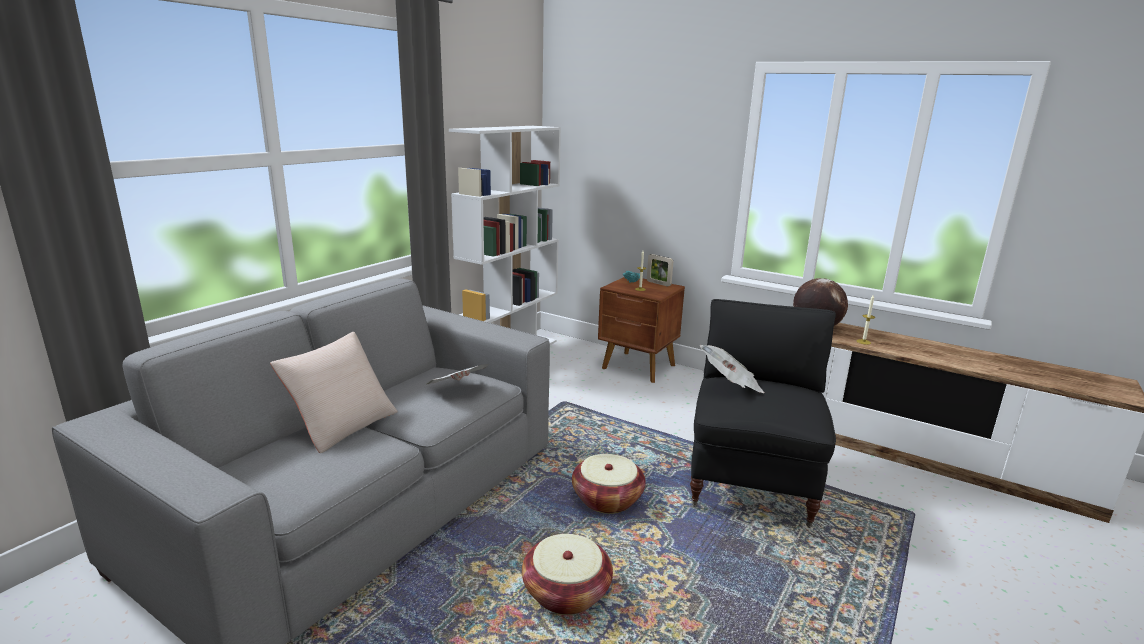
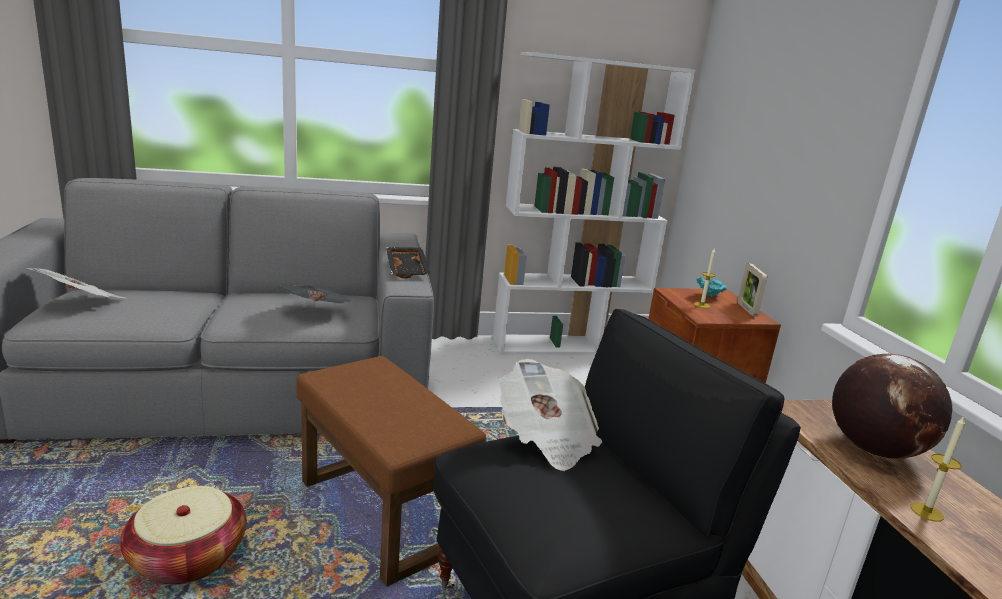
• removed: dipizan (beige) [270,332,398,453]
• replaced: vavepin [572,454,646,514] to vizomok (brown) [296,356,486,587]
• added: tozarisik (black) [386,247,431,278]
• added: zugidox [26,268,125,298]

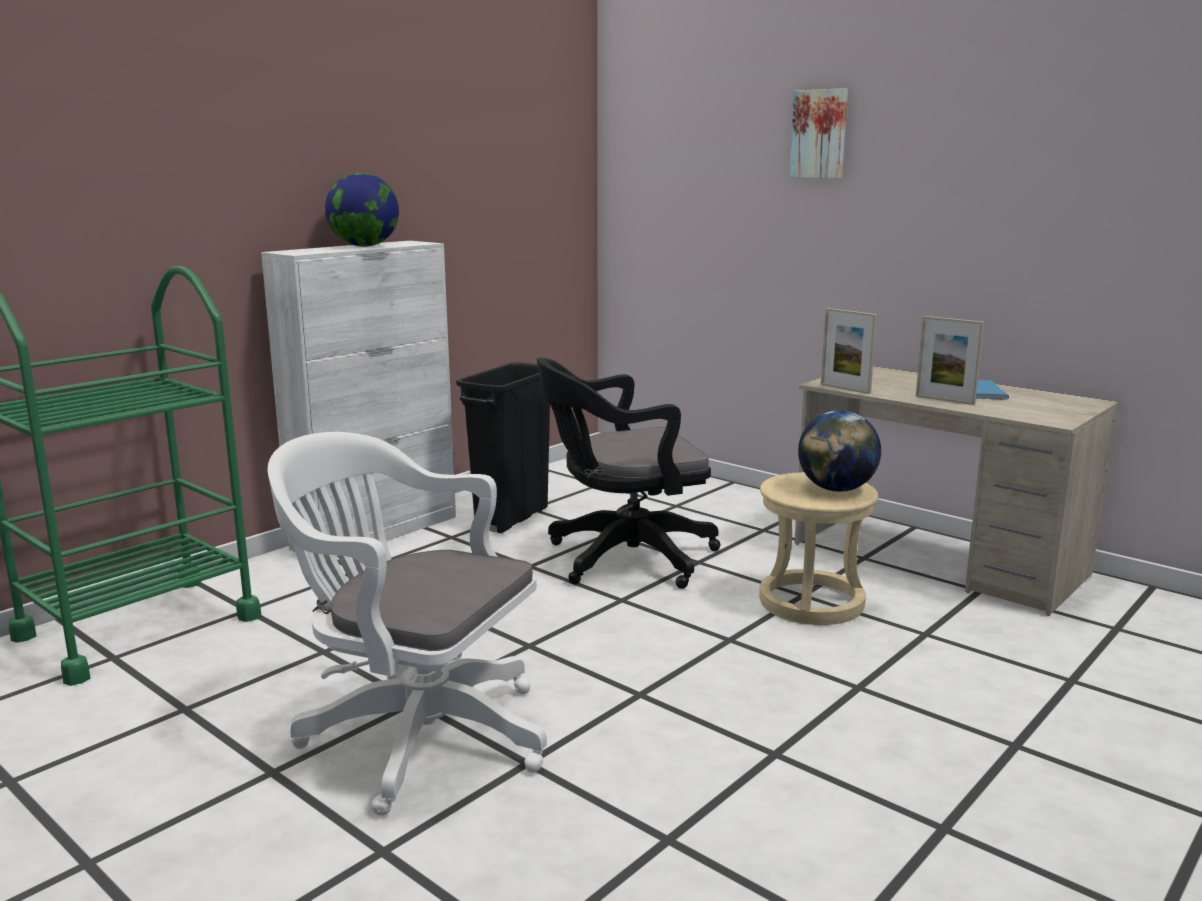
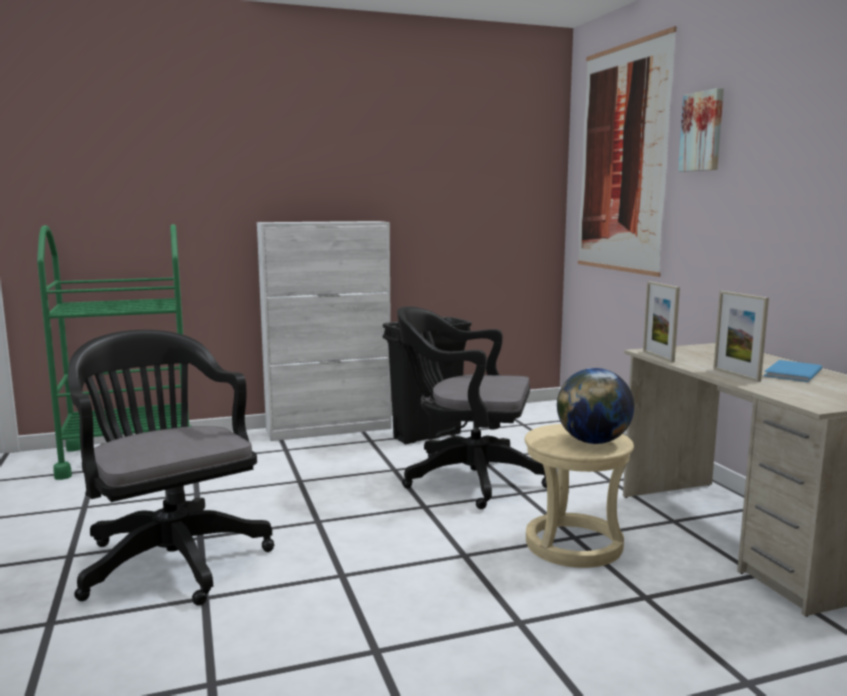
• removed: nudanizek [325,173,399,247]
• recoloured: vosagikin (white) [267,432,547,816] to vosagikin (black) [68,330,274,606]
• added: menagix [578,26,677,277]

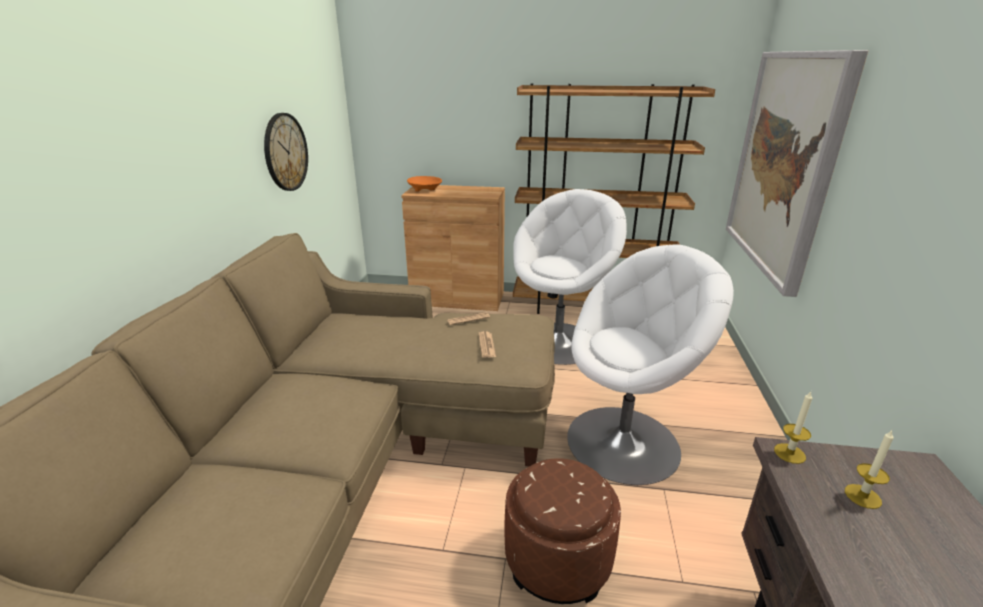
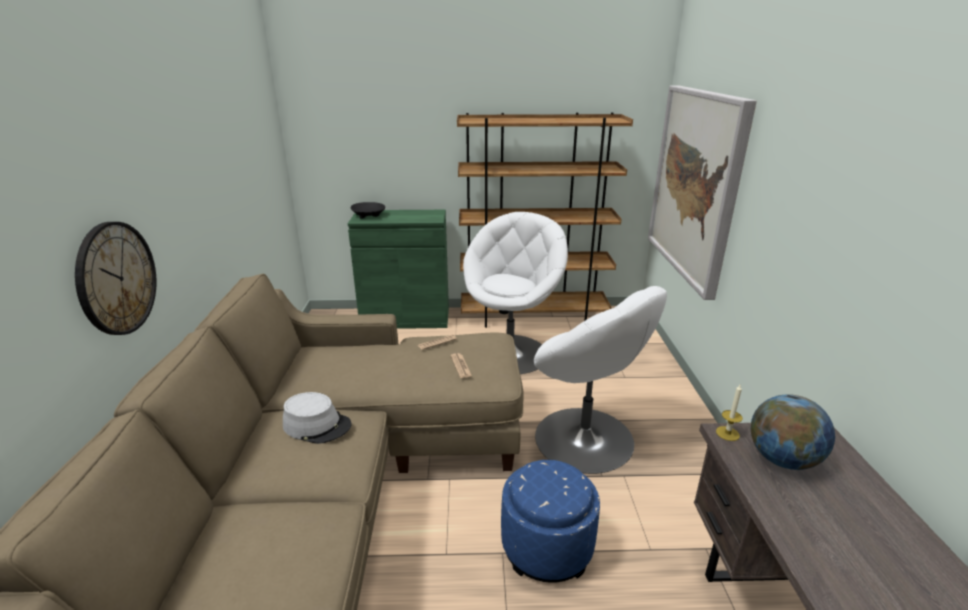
• moved: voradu [264,113,308,191] to [75,222,157,335]
• recoloured: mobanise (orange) [407,176,442,191] to mobanise (black) [351,202,385,219]
• recoloured: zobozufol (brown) [401,185,505,311] to zobozufol (green) [348,210,449,329]
• turned: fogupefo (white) [567,244,734,485] = [534,286,667,474] 75 degrees clockwise
• replaced: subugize [845,431,894,509] to nudanizek [750,394,835,470]
• recoloured: vizomok (brown) [505,458,621,604] to vizomok (blue) [501,460,600,583]
• added: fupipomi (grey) [283,392,352,444]

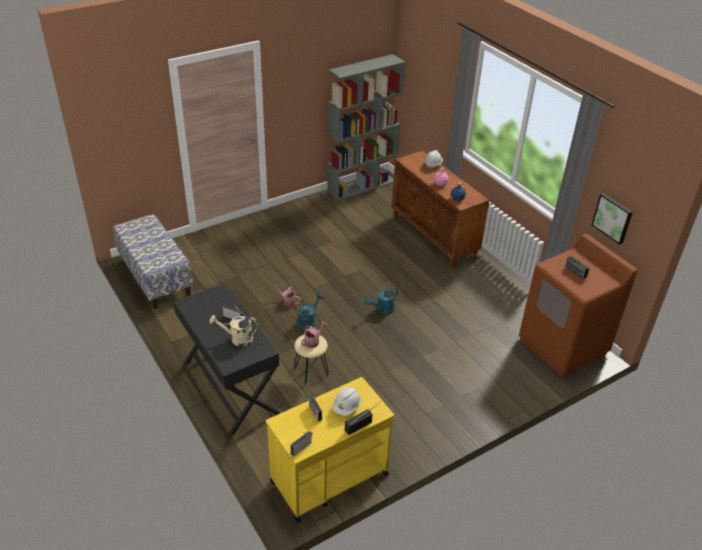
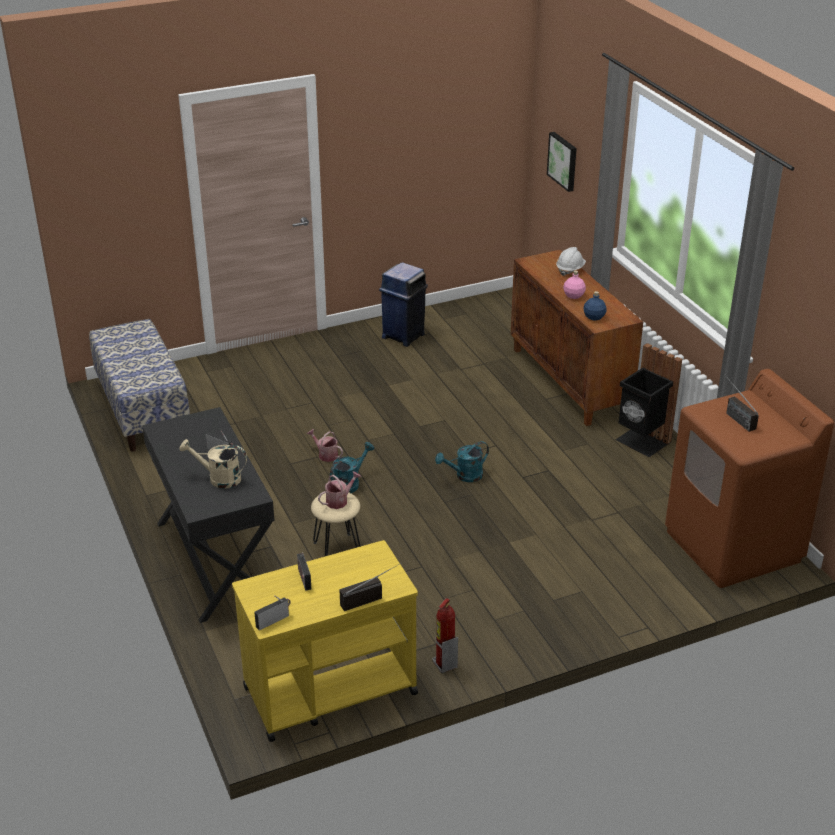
• removed: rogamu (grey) [327,54,405,201]
• moved: menagix [592,193,633,245] to [547,132,577,192]
• removed: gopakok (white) [332,387,361,415]
• added: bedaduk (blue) [379,262,428,347]
• added: bedaduk (black) [615,343,682,457]
• added: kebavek [433,598,458,673]

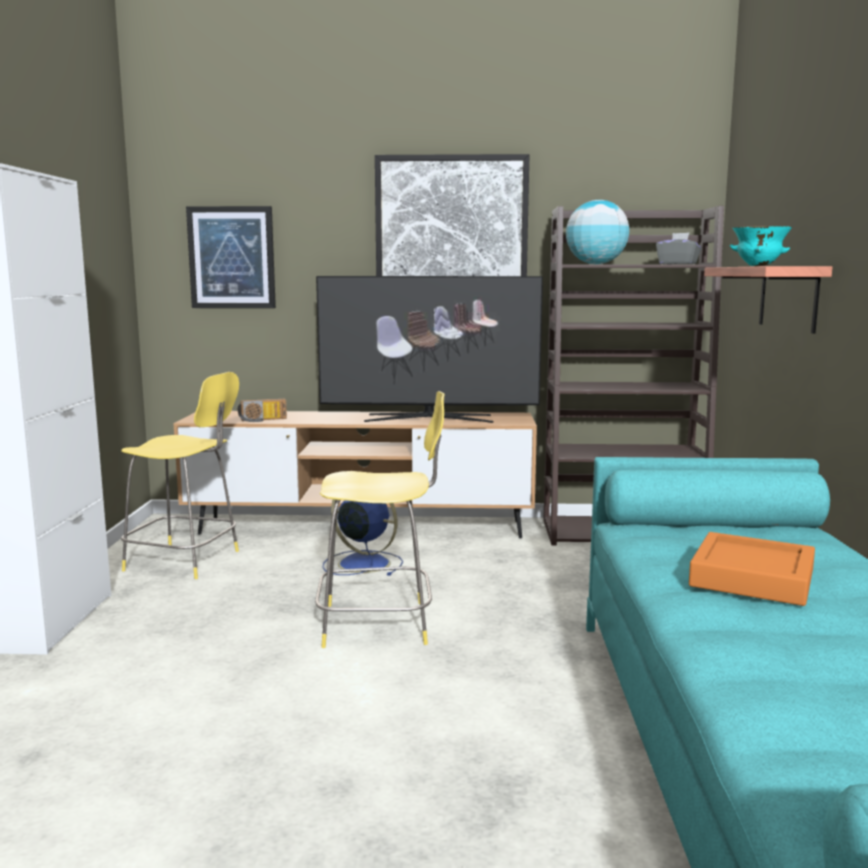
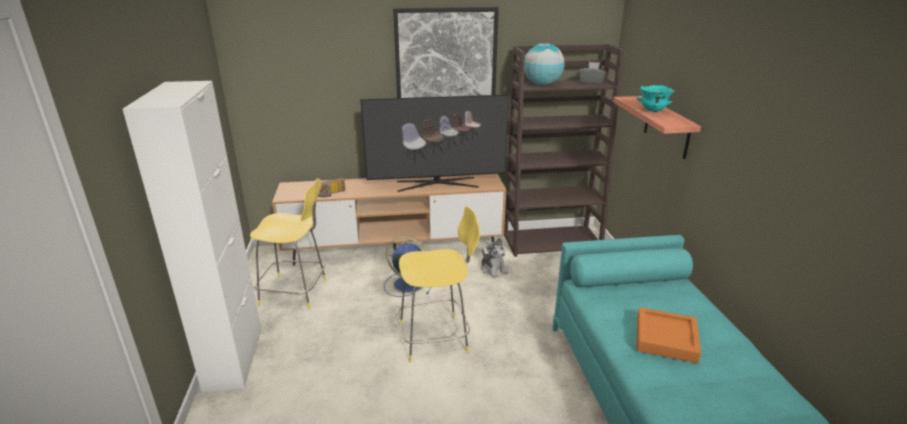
• removed: menagix [186,206,276,308]
• added: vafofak [481,238,508,278]

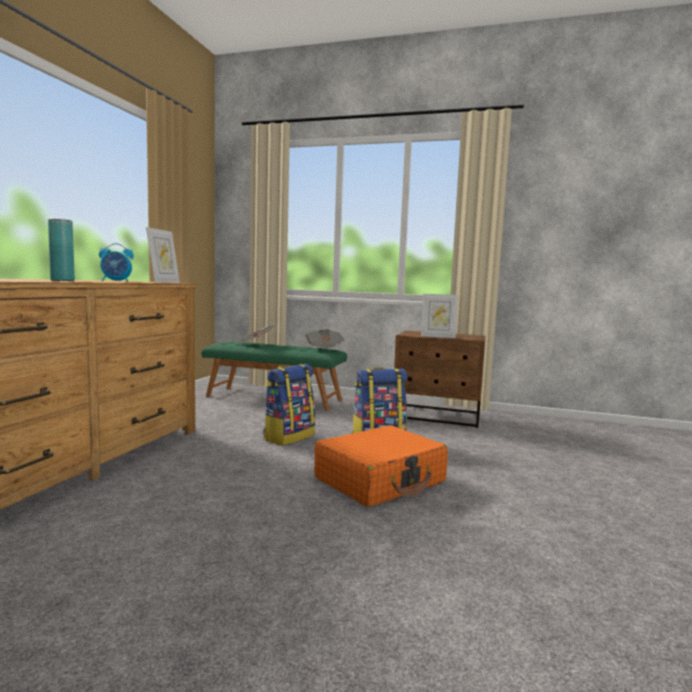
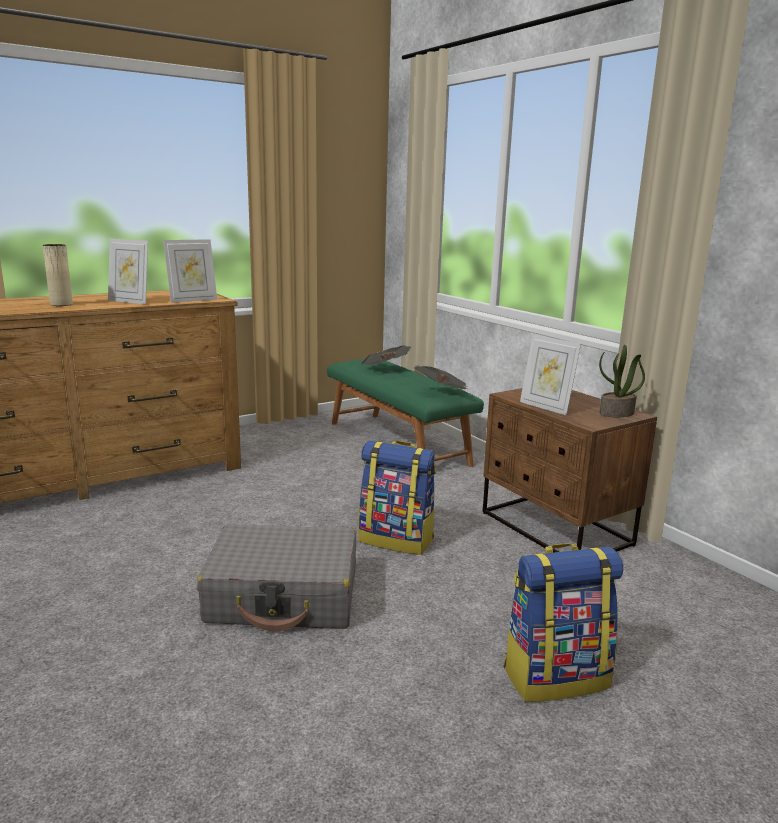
• recoloured: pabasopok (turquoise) [48,219,75,281] to pabasopok (beige) [43,244,73,306]
• replaced: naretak [99,243,134,282] to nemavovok [108,238,148,305]
• moved: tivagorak [263,364,315,446] to [503,543,623,702]
• recoloured: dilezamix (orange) [314,425,448,507] to dilezamix (grey) [197,524,356,631]
• added: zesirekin [599,345,645,417]

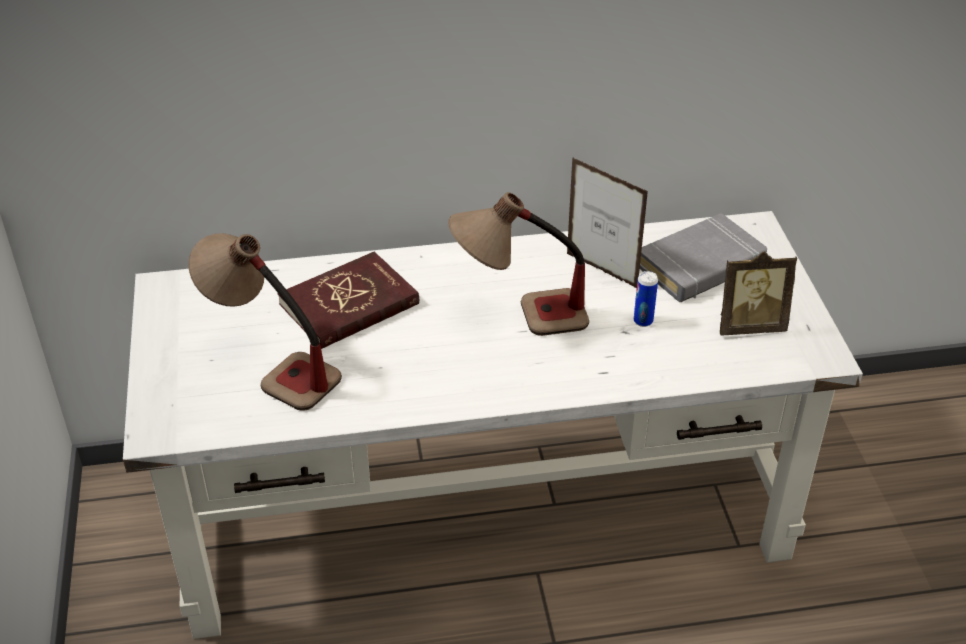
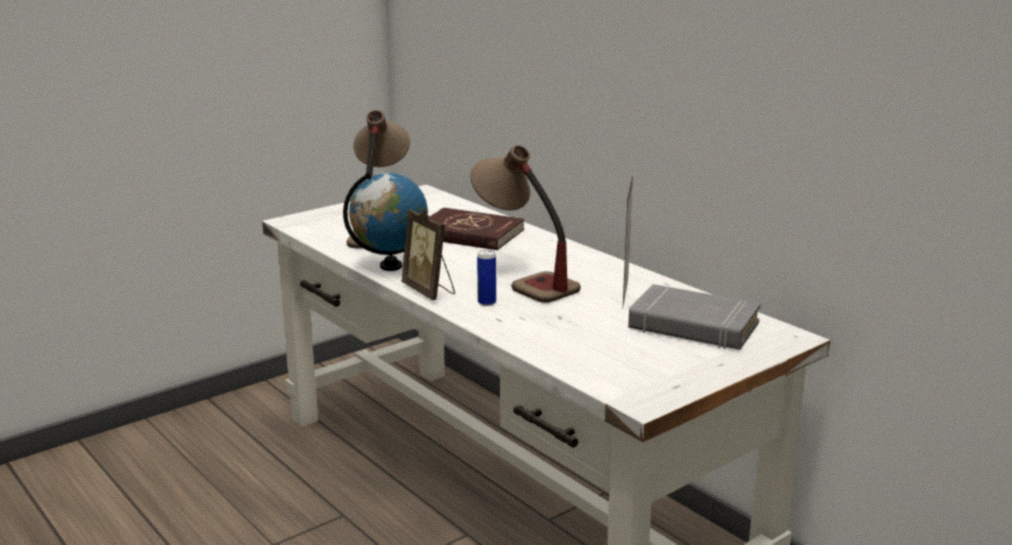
• moved: nemavovok [720,252,797,335] to [401,208,455,300]
• moved: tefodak [634,271,658,327] to [477,250,496,306]
• added: nudanizek [343,172,428,271]

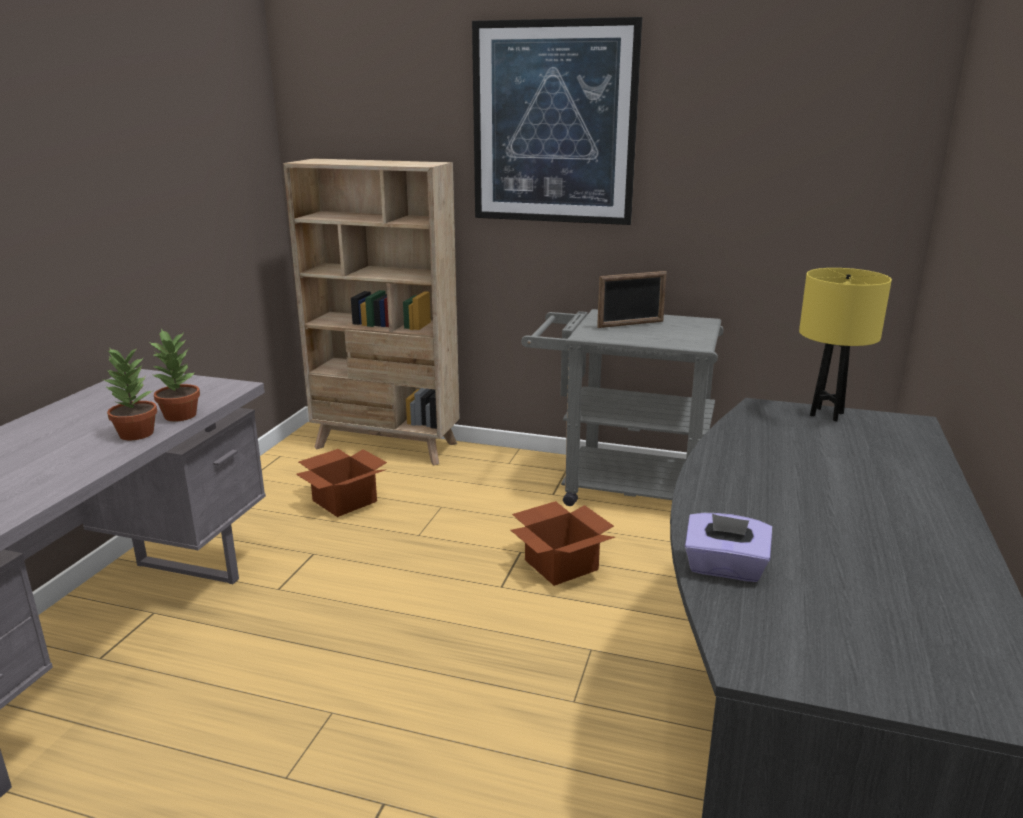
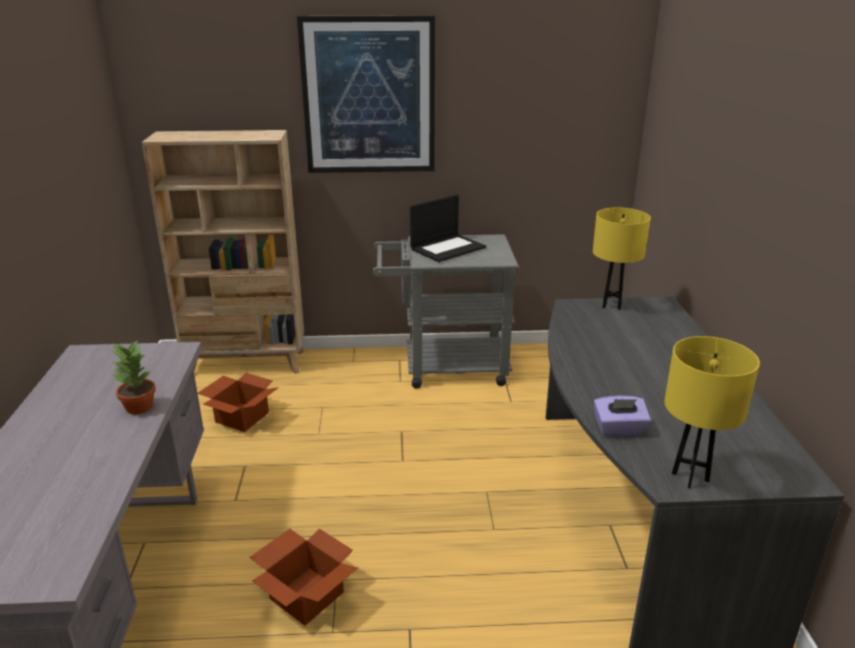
• replaced: nemavovok [597,271,667,328] to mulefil [410,194,486,262]
• removed: zesirekin [151,329,200,421]
• moved: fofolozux [511,501,615,586] to [249,529,358,625]
• added: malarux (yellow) [664,336,760,489]

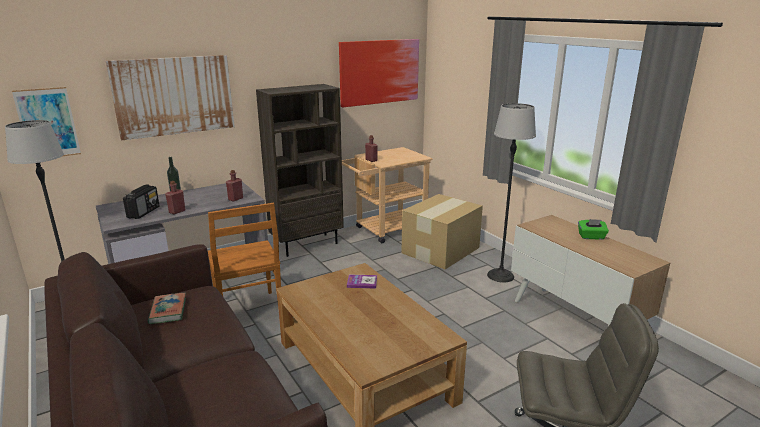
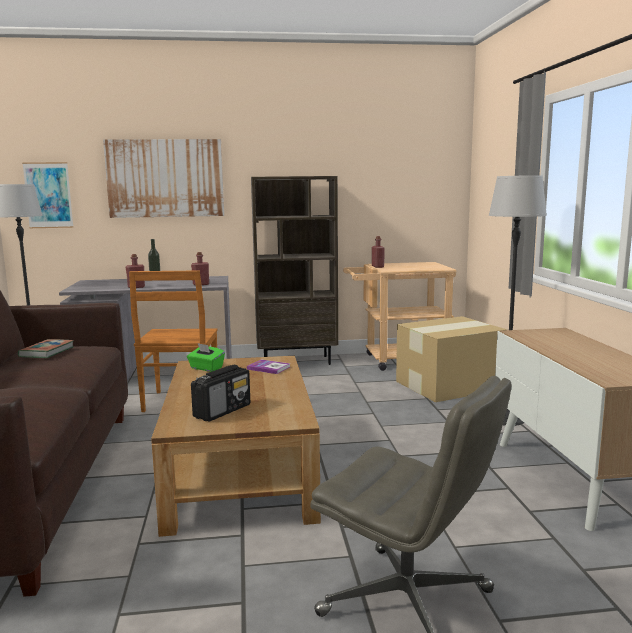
• removed: menagix [339,39,419,107]
• moved: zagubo [123,184,159,219] to [191,365,250,421]
• moved: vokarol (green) [578,219,609,240] to [187,343,225,372]

